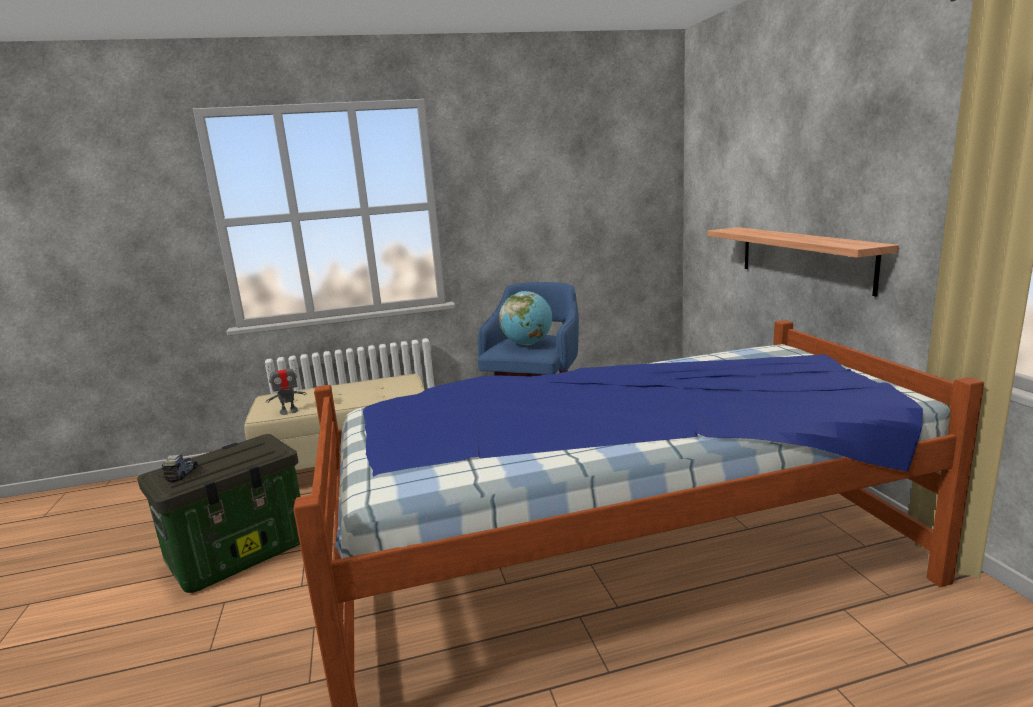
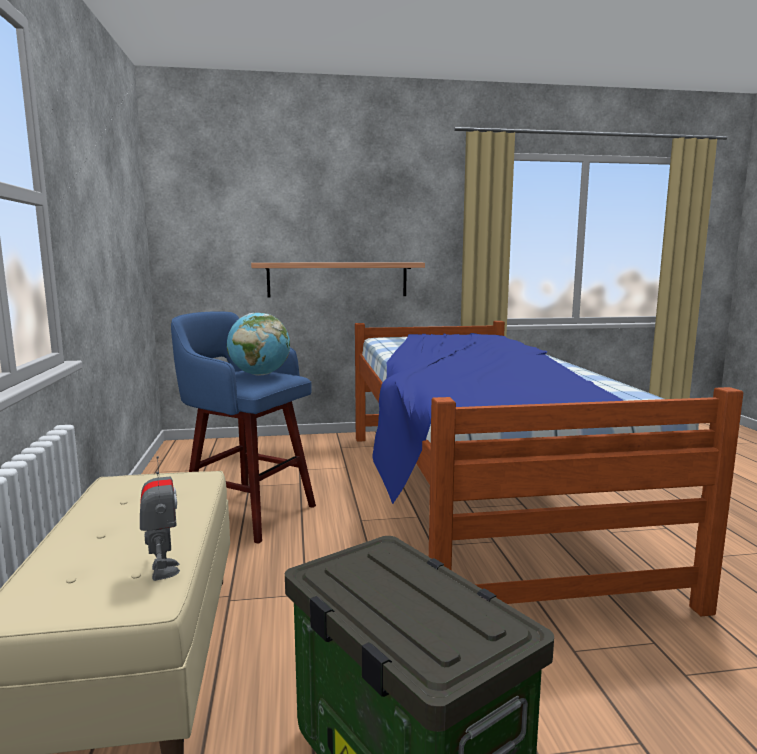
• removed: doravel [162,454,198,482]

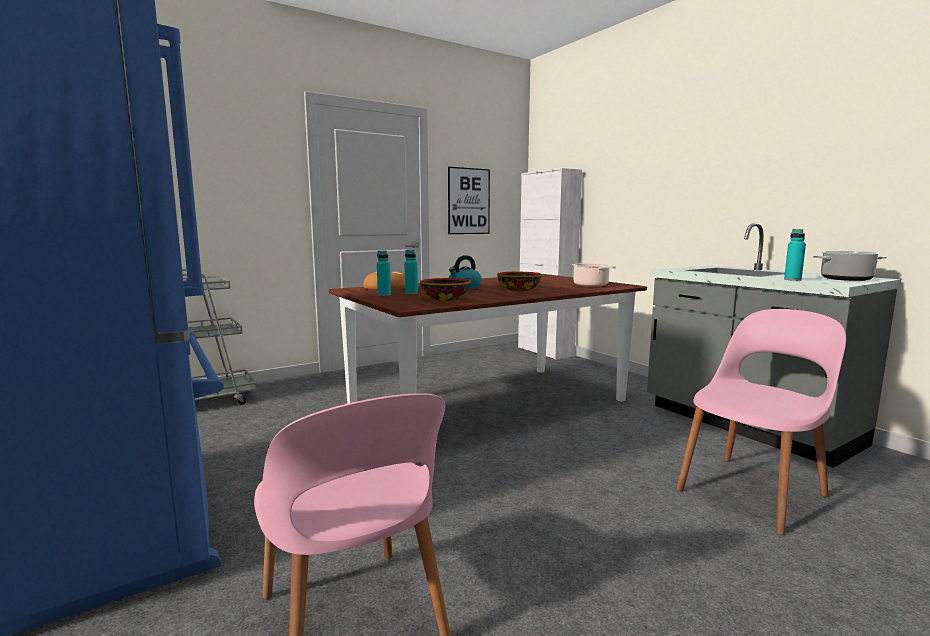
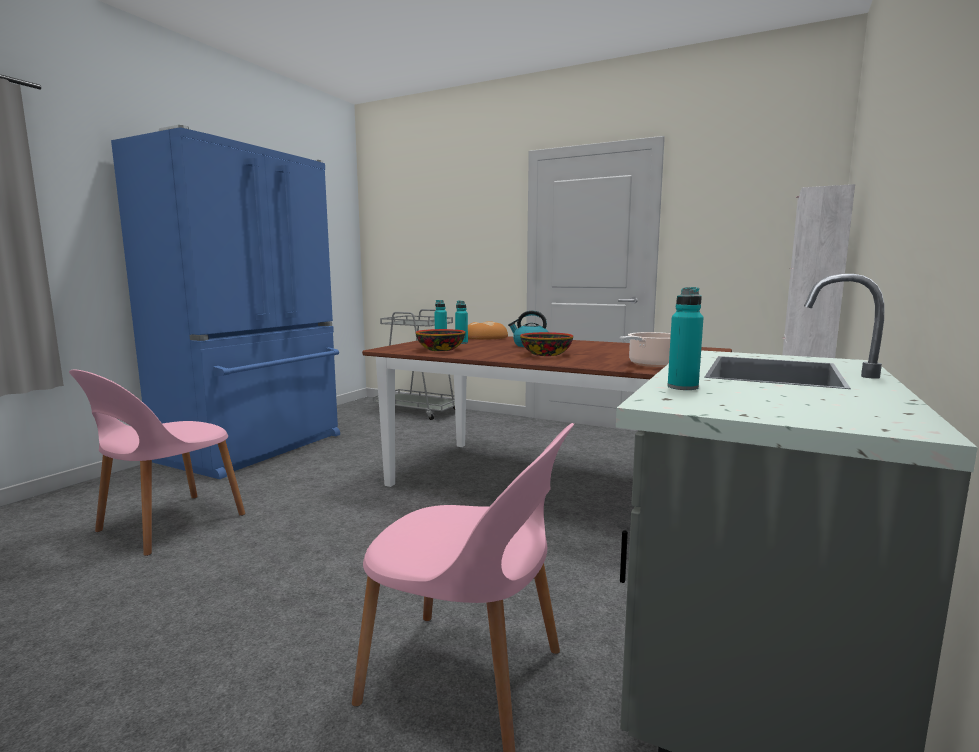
• removed: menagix [448,167,490,234]
• removed: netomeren [813,251,887,281]

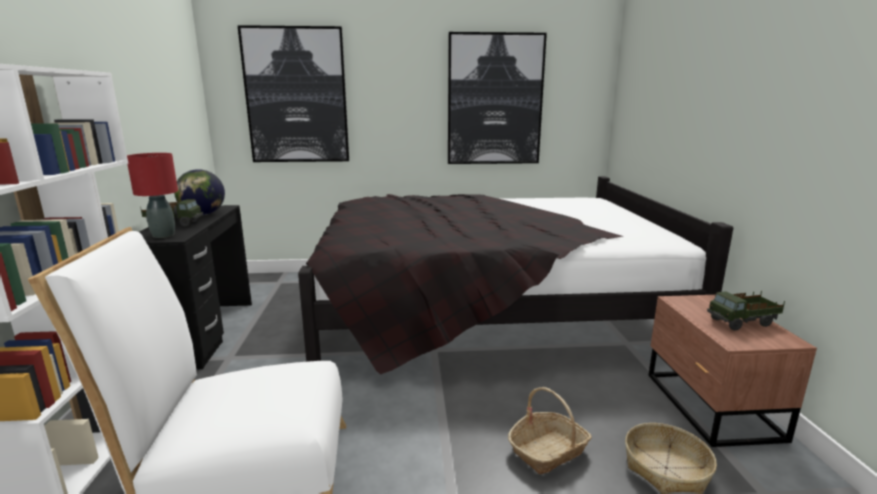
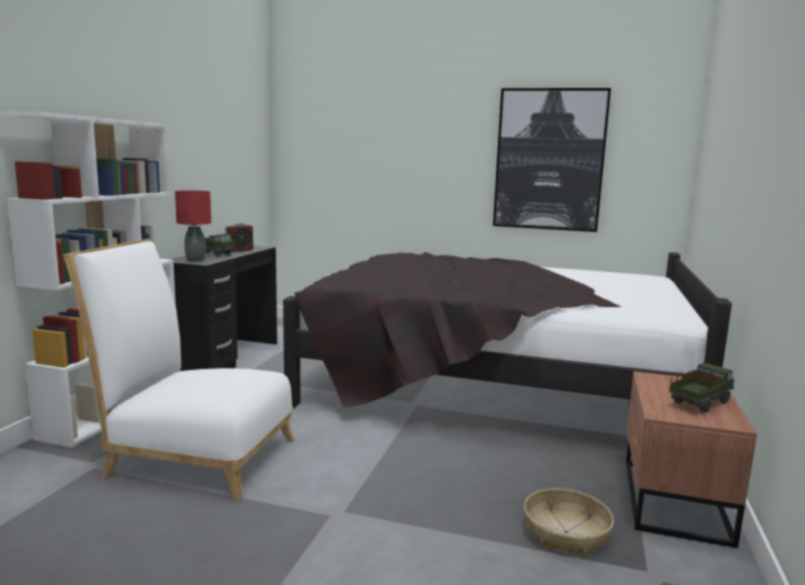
• removed: menagix [237,25,349,162]
• replaced: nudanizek [174,169,225,215] to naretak [225,223,253,252]
• turned: doravel [707,291,785,331] = [669,363,734,412] 135 degrees clockwise
• removed: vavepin [508,387,592,474]

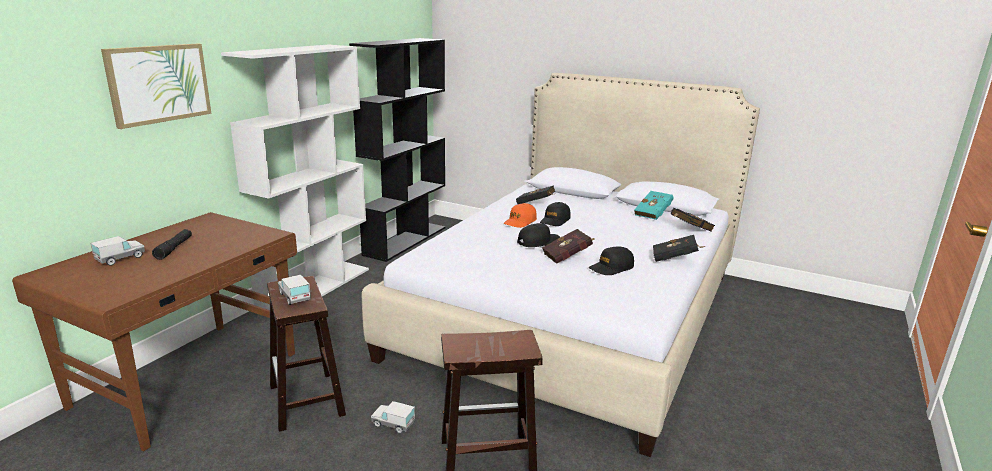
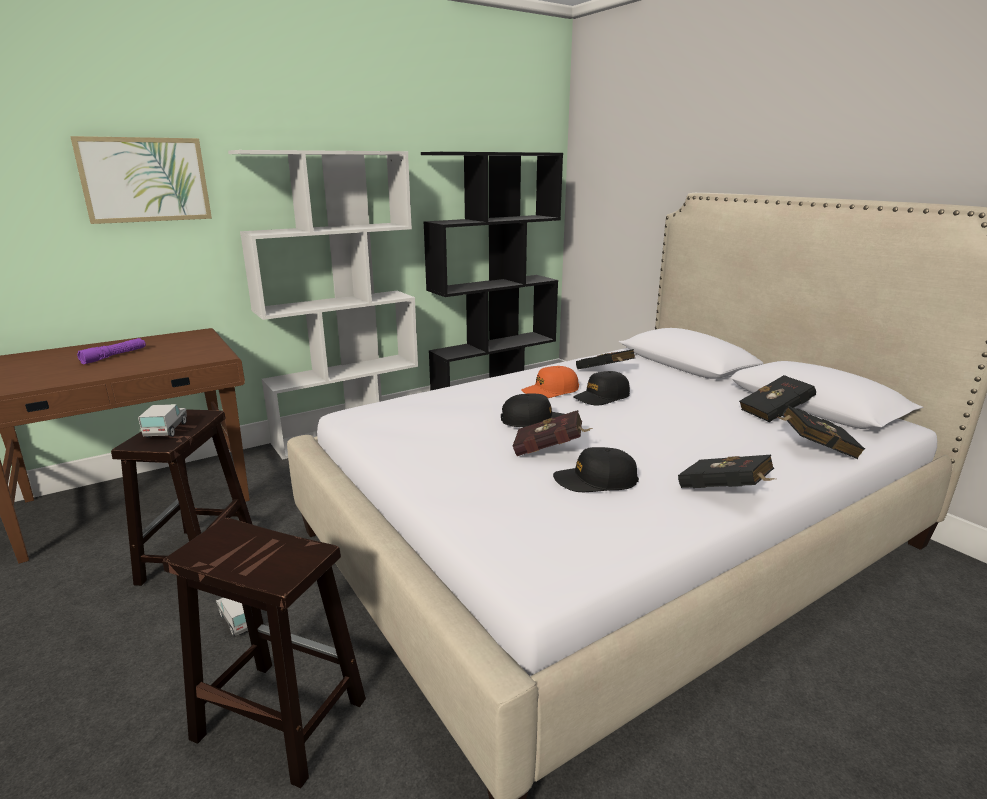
• recoloured: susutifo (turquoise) [634,191,674,220] to susutifo (black) [739,375,816,422]
• recoloured: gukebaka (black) [152,229,192,260] to gukebaka (purple) [77,338,146,364]
• removed: doravel [90,236,145,266]

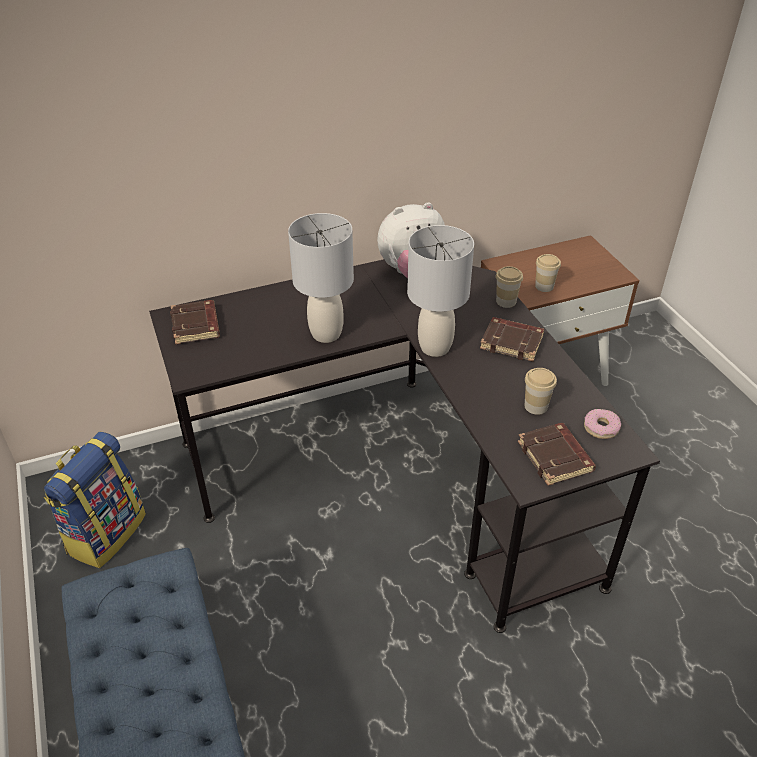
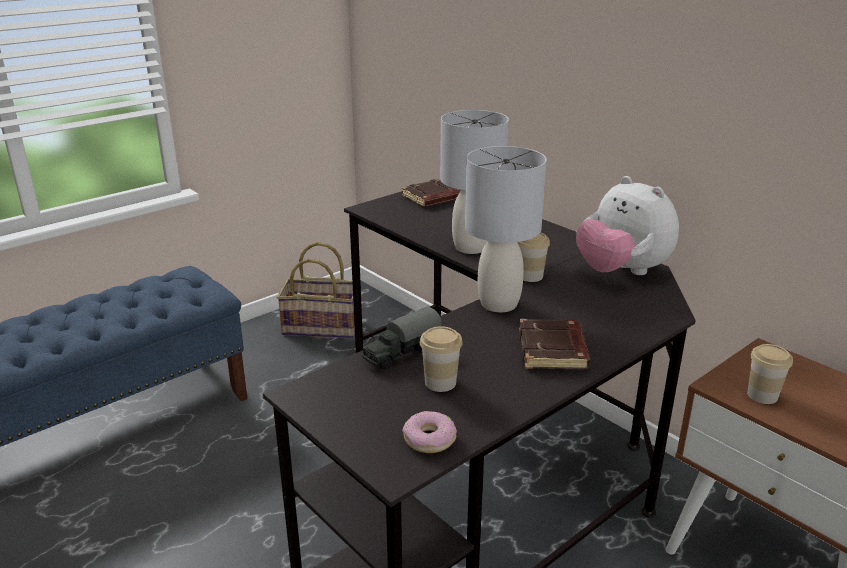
• moved: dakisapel [496,266,523,308] to [517,232,550,282]
• removed: susutifo (brown) [518,423,596,486]
• replaced: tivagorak [44,432,146,568] to vavepin [277,242,355,338]
• added: doravel [361,307,442,370]

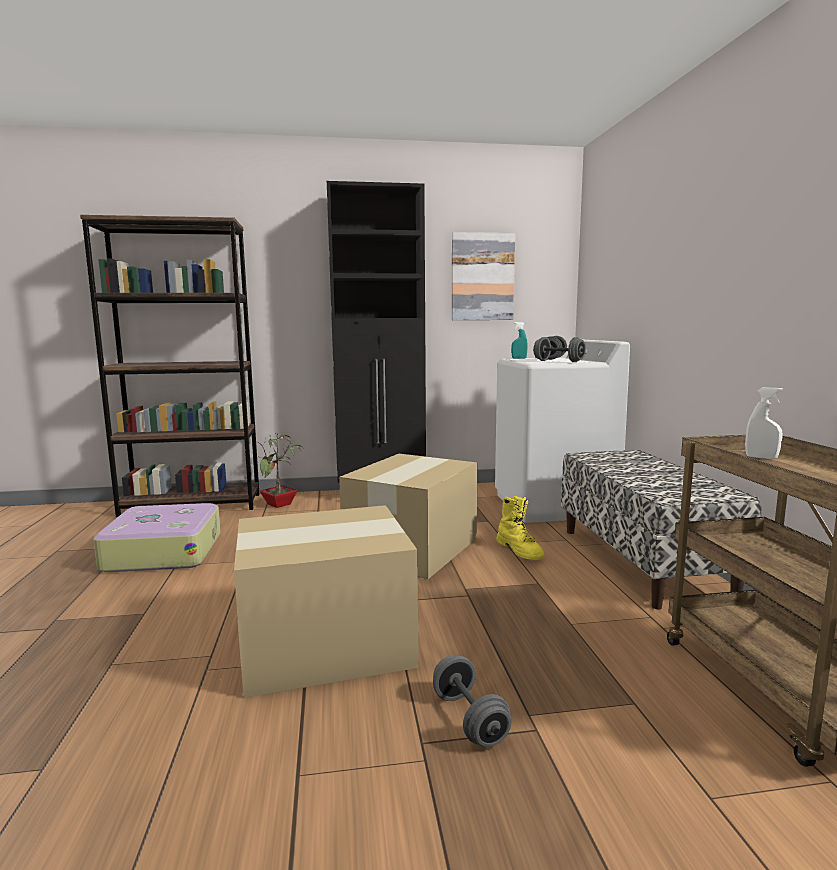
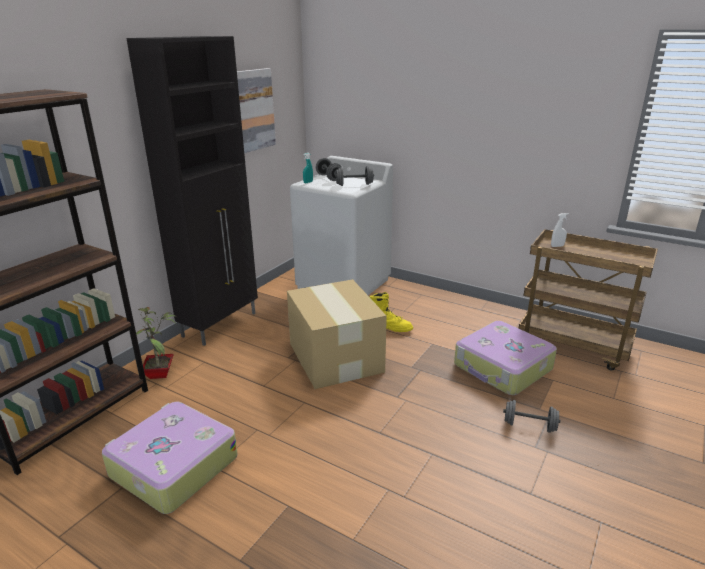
• removed: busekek [561,450,762,609]
• removed: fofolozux [234,505,418,698]
• added: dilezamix [454,321,557,395]

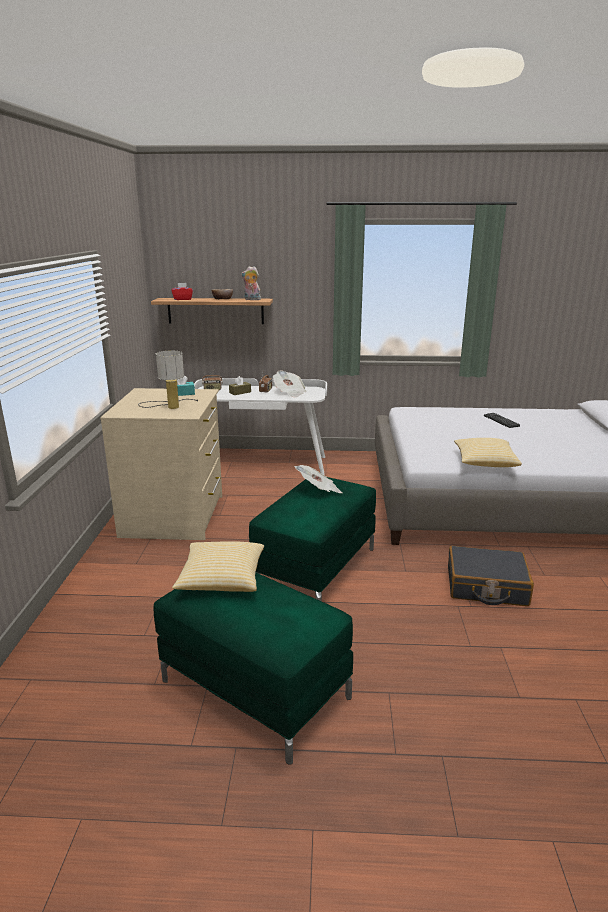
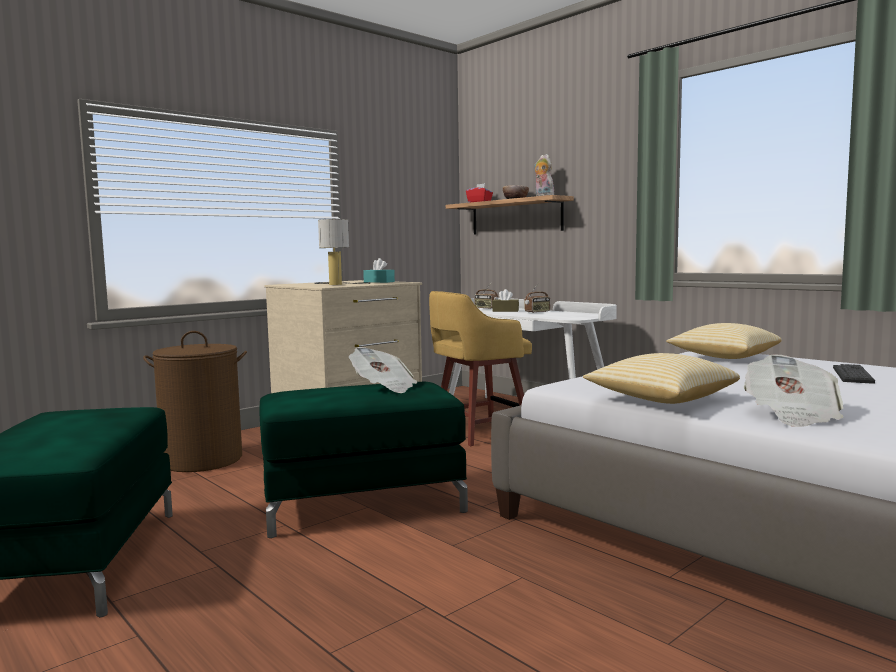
• moved: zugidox [273,370,306,397] to [743,354,844,427]
• moved: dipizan [172,542,264,592] to [666,323,782,359]
• removed: dilezamix (black) [448,546,534,606]
• added: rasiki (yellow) [429,291,532,446]
• added: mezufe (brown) [143,331,247,472]

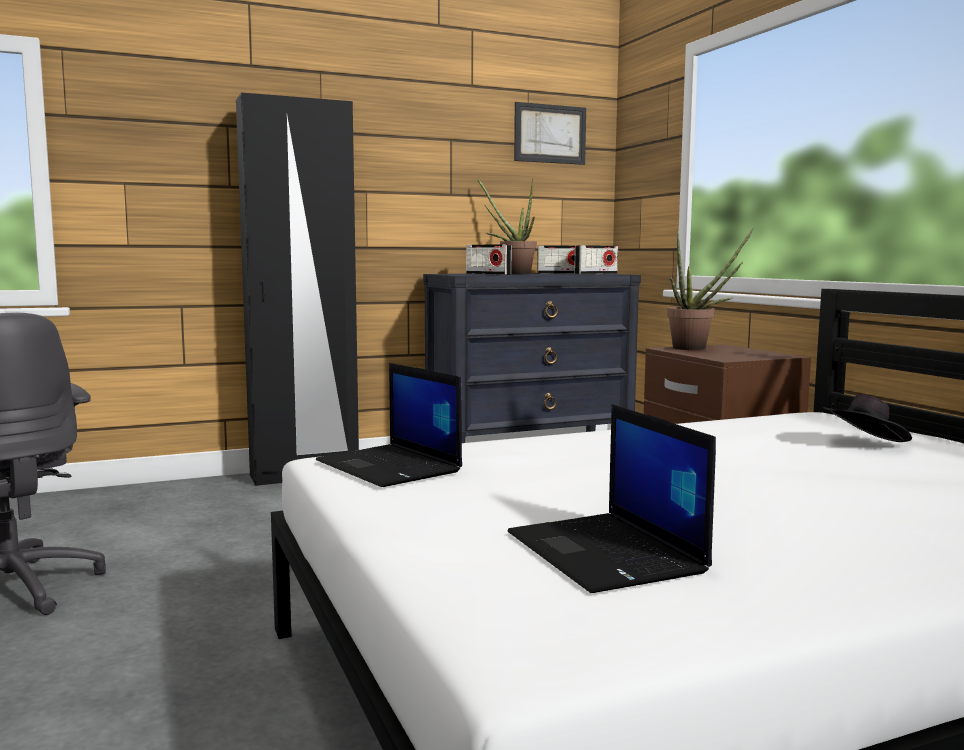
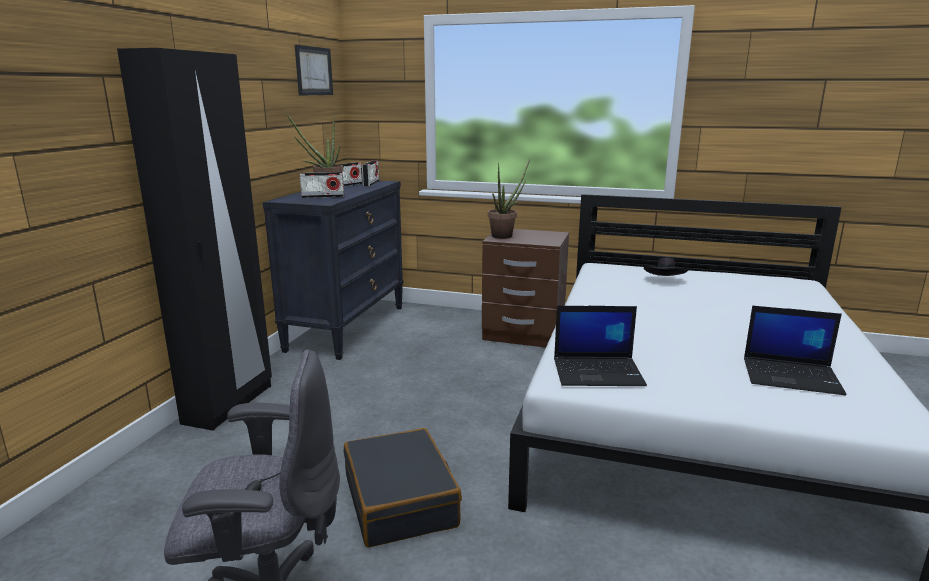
• added: dilezamix (black) [344,428,462,547]

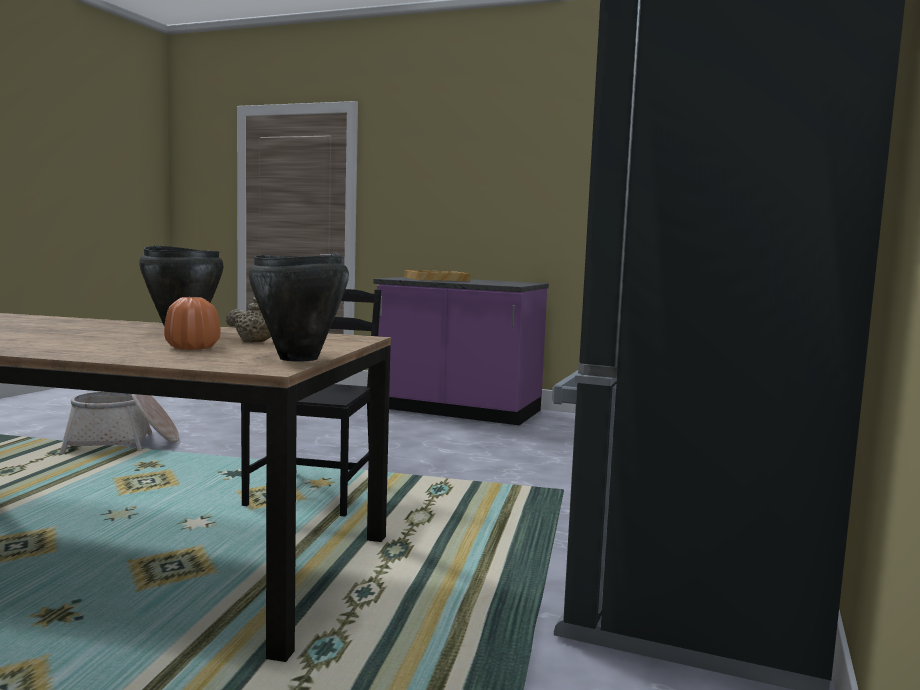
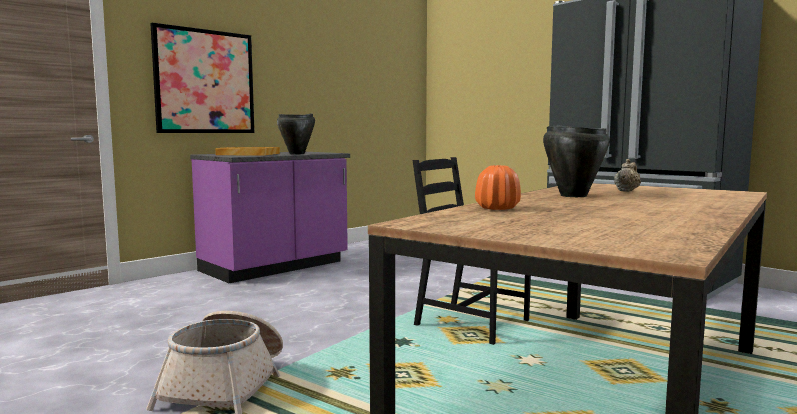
• moved: netomeren (black) [249,255,349,361] to [277,114,315,154]
• moved: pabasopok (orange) [164,297,220,350] to [475,165,521,210]
• added: menagix [150,22,255,133]

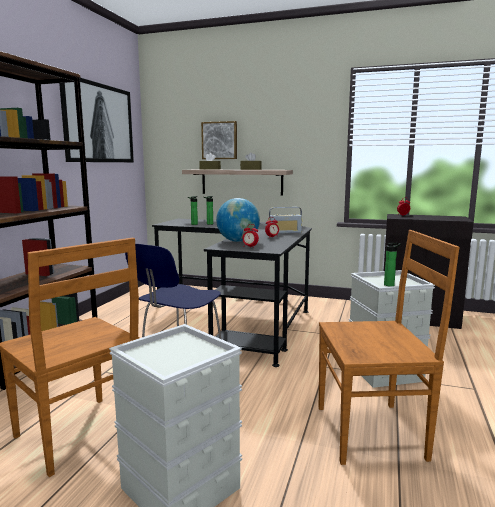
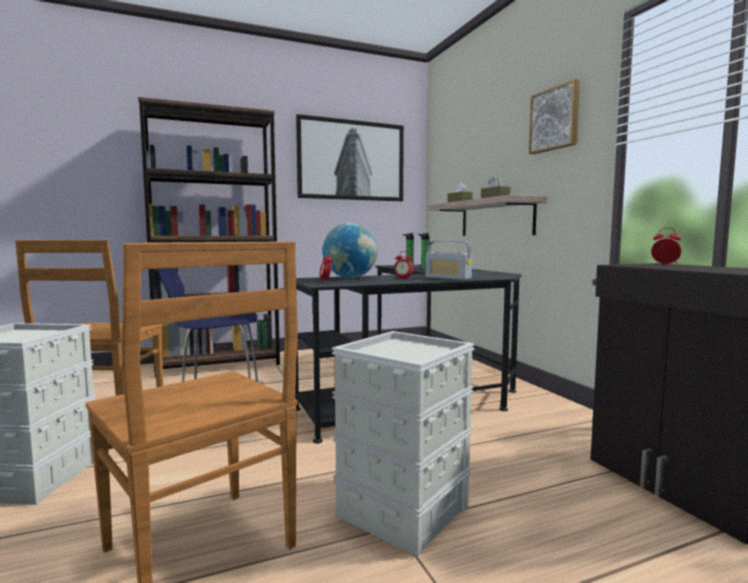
• moved: menagix [201,121,237,159] to [529,79,580,154]
• removed: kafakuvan [384,243,401,286]

